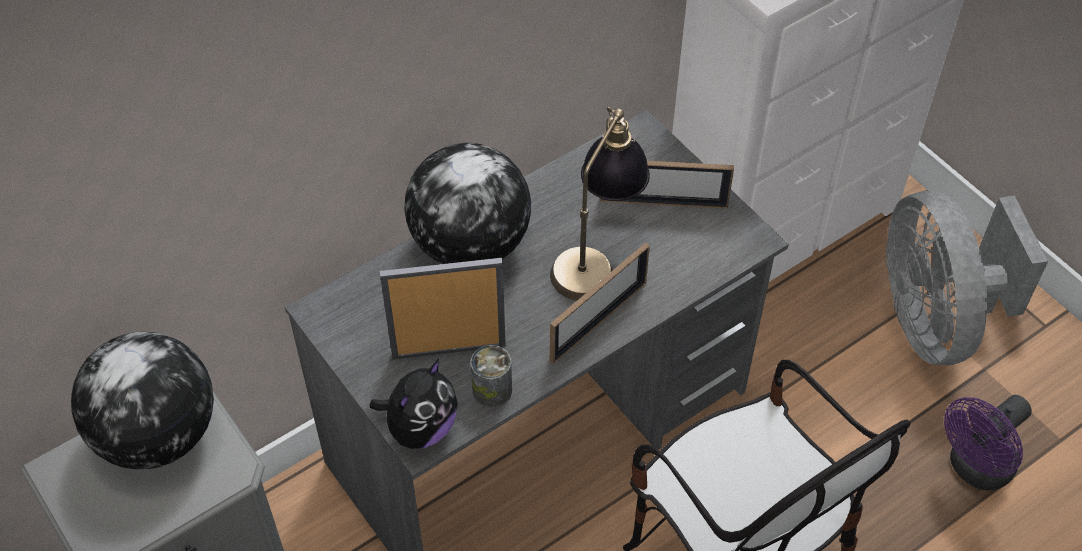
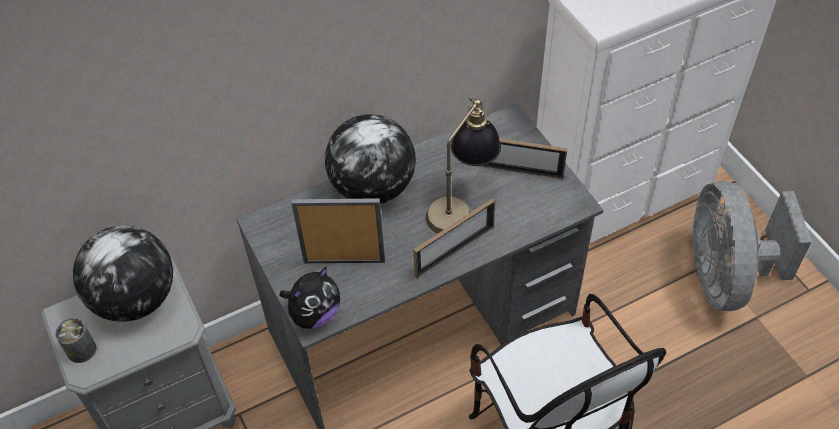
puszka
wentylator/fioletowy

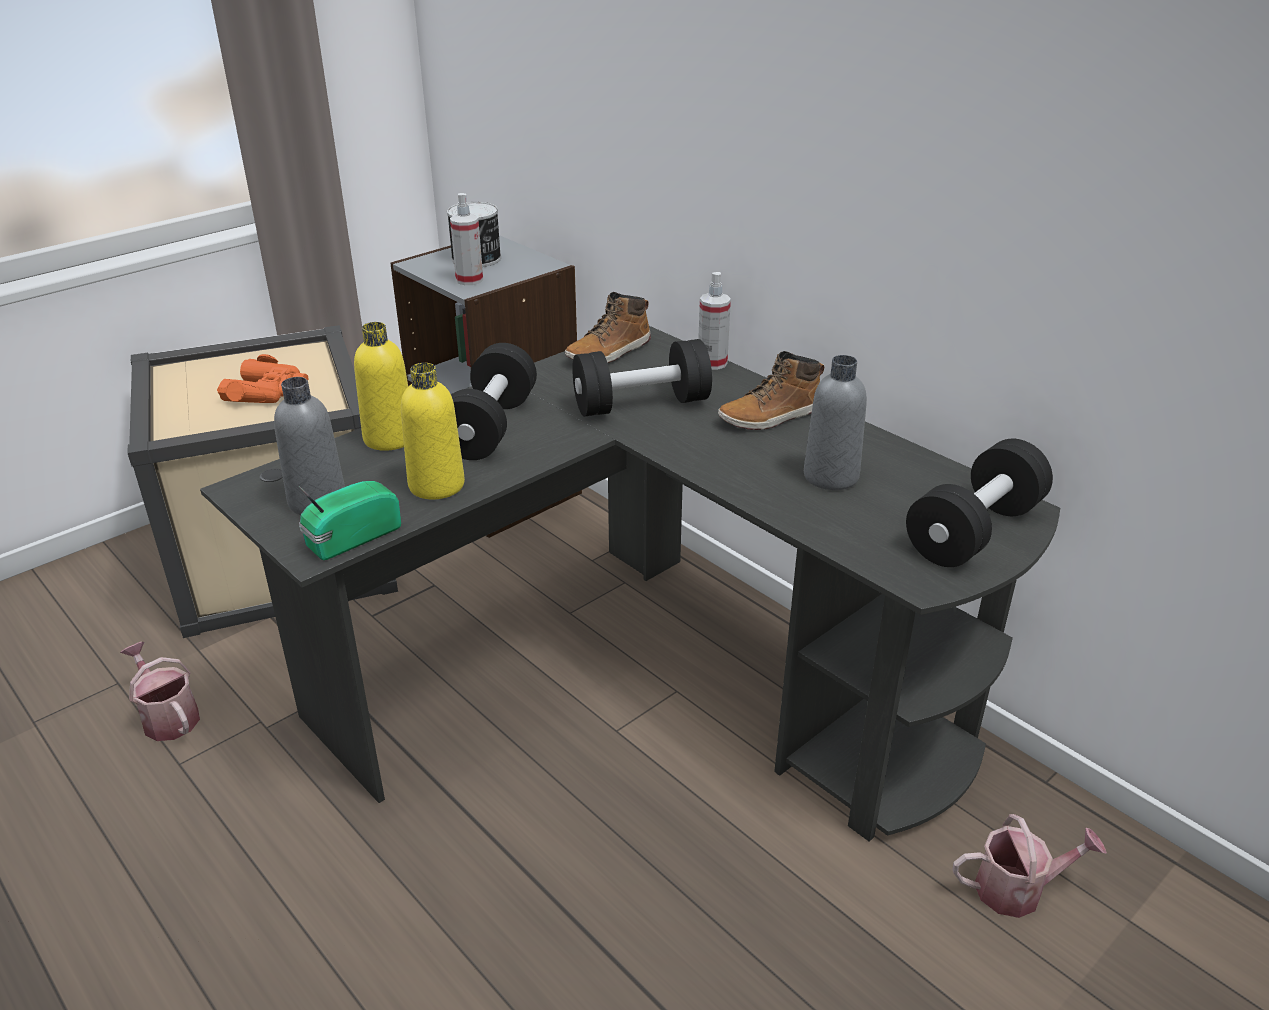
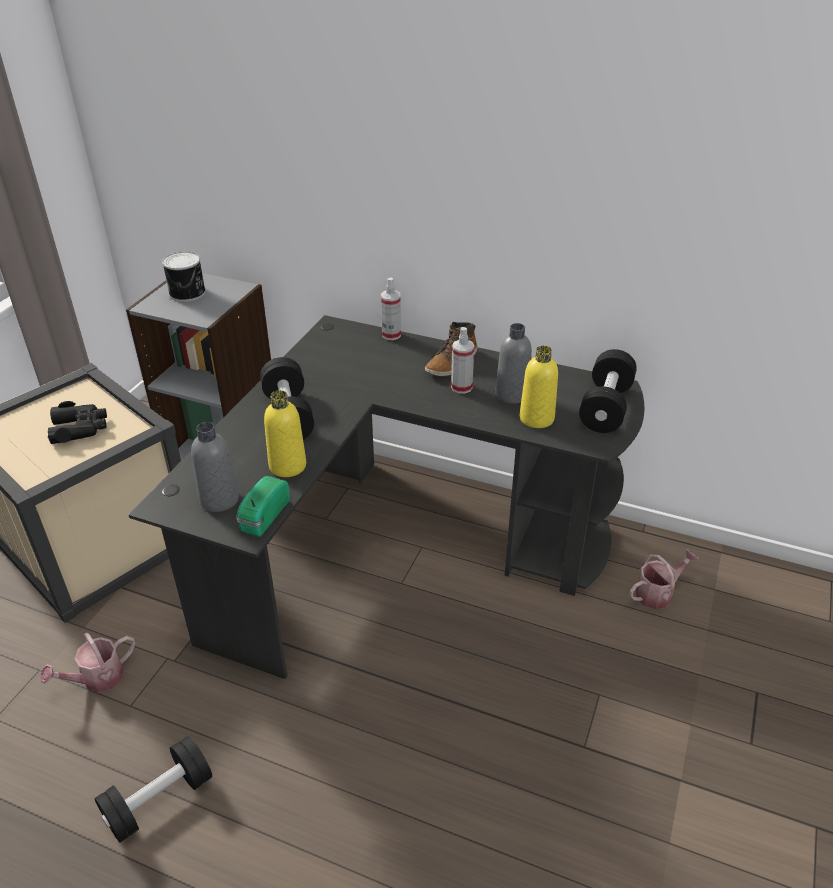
konewka (1st from left)
lornetka/czarny
hantel/czarny (1st from left)
spryskiwacz (2nd from left)
butelka/żółty (2nd from left)
but z cholewką (1st from left in the first image)

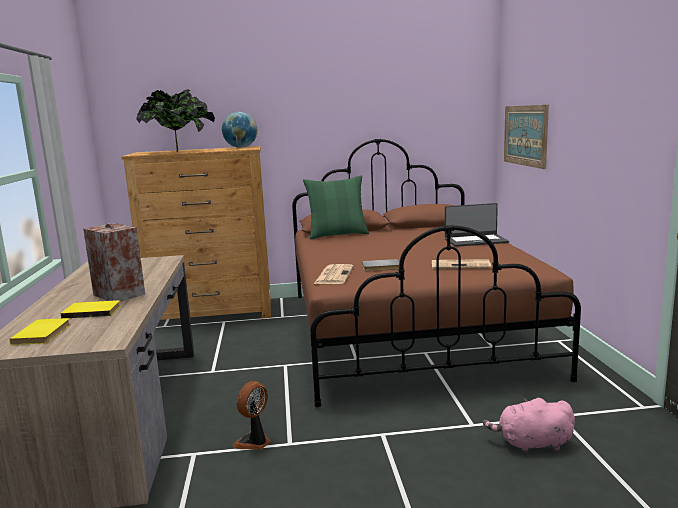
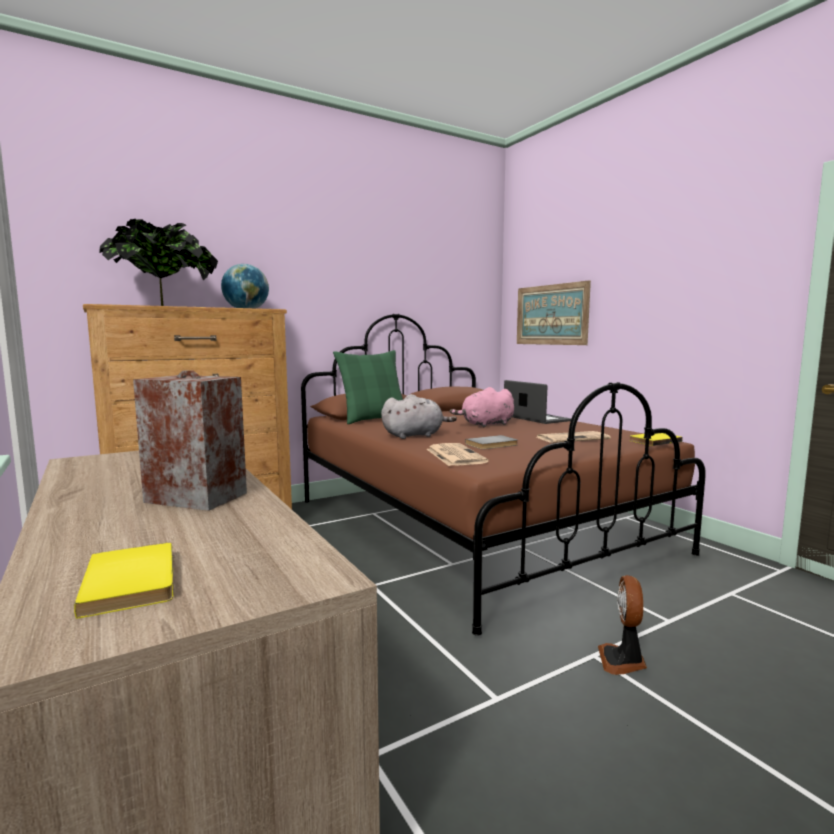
pluszak/szary
pluszak/różowy
laptop
wentylator
książka/żółty (2nd from left)

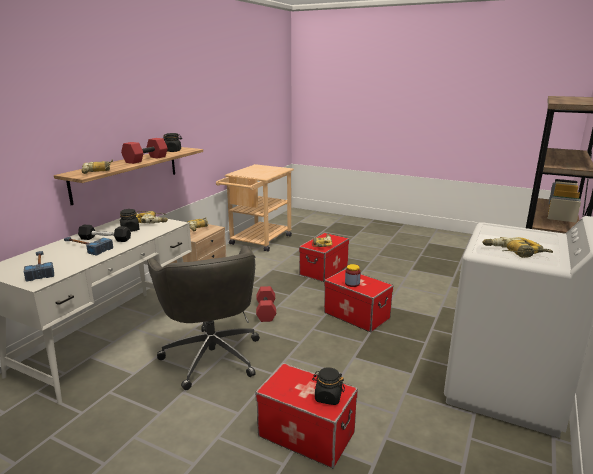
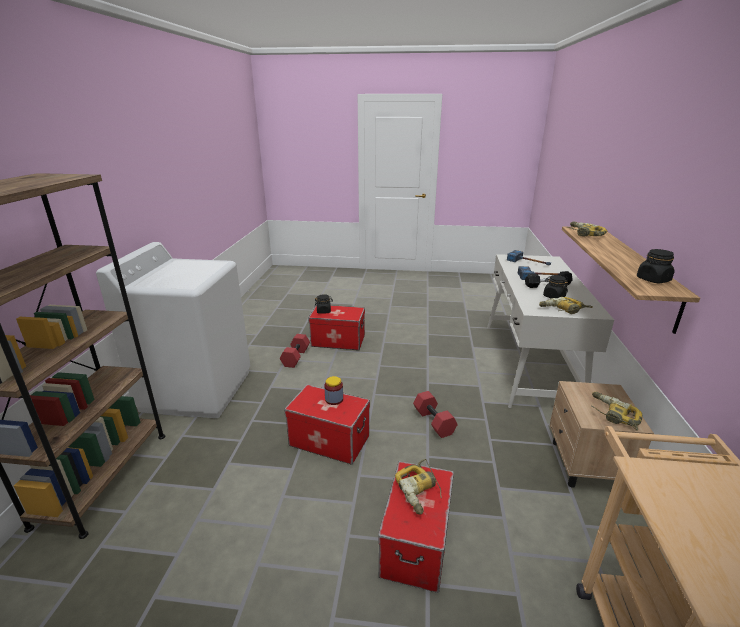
hantel/czerwony (1st from left)
krzesło biurowe/szary
wiertarka (5th from left in the first image)

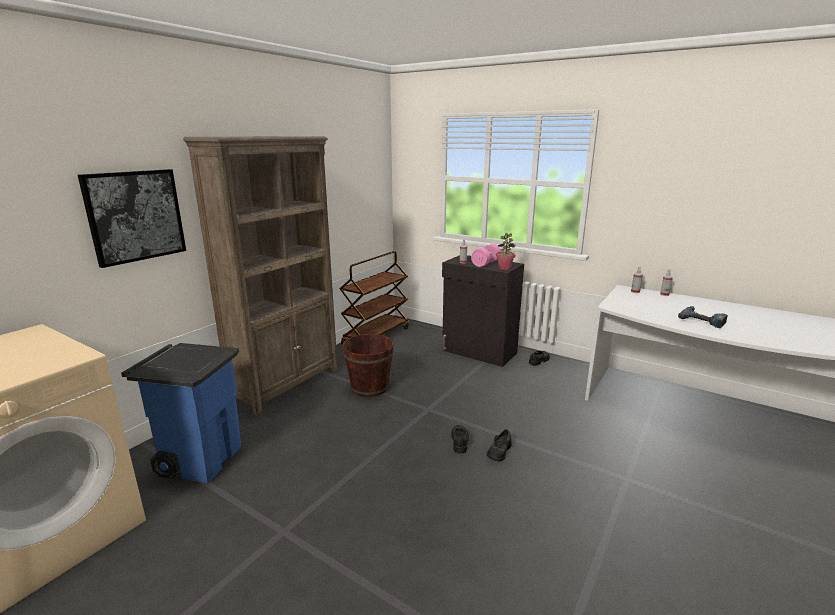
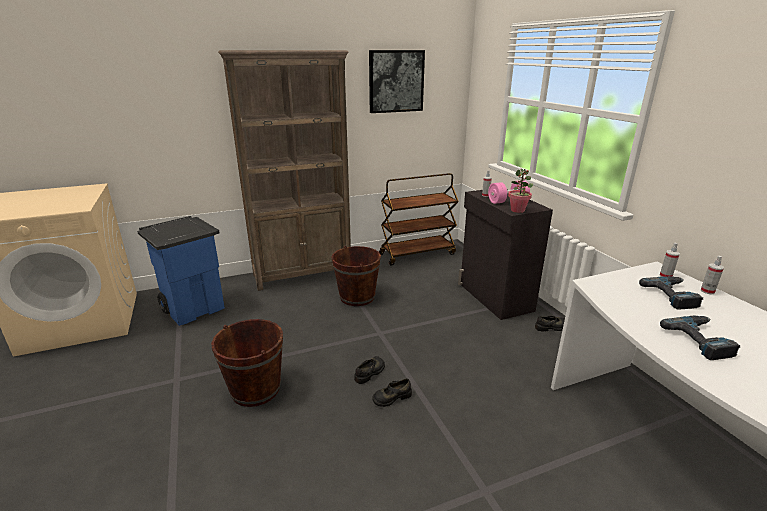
wiadro/brązowy (1st from left)
obraz
wiertarka (1st from left)

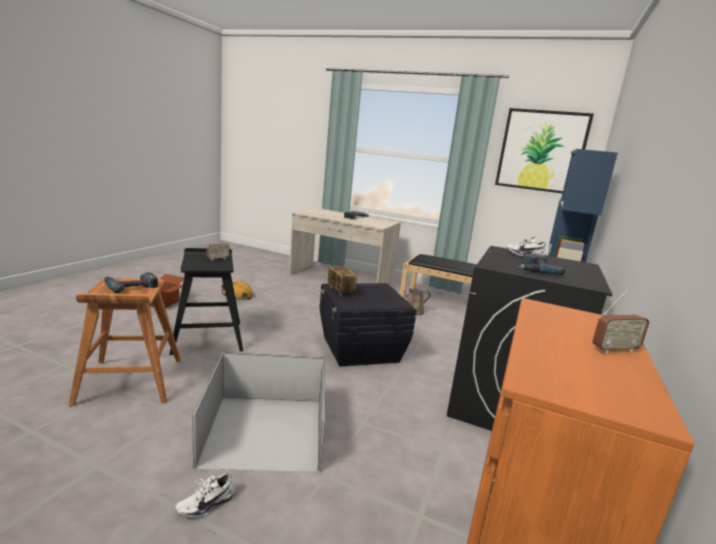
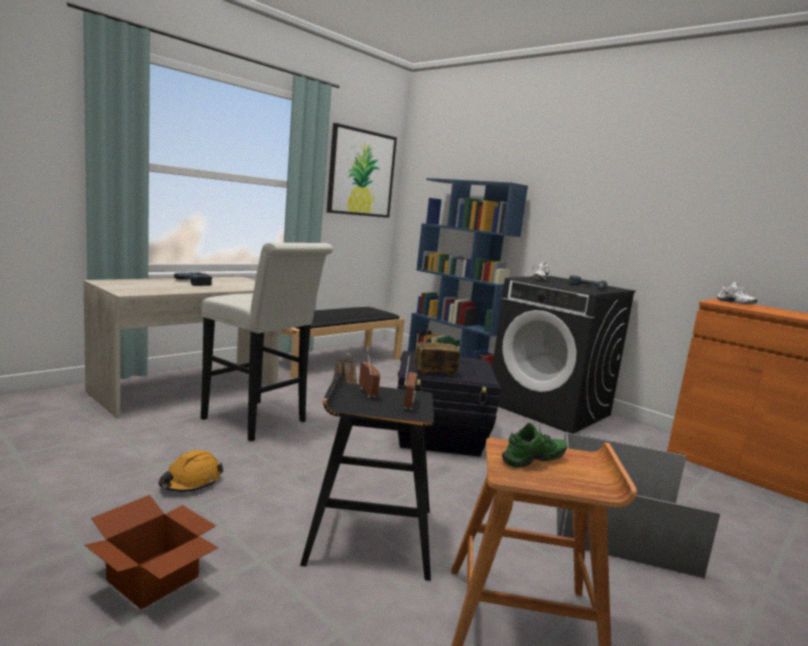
stołek/biały
radio (2nd from left)
but/zielony
but/biały (2nd from left)

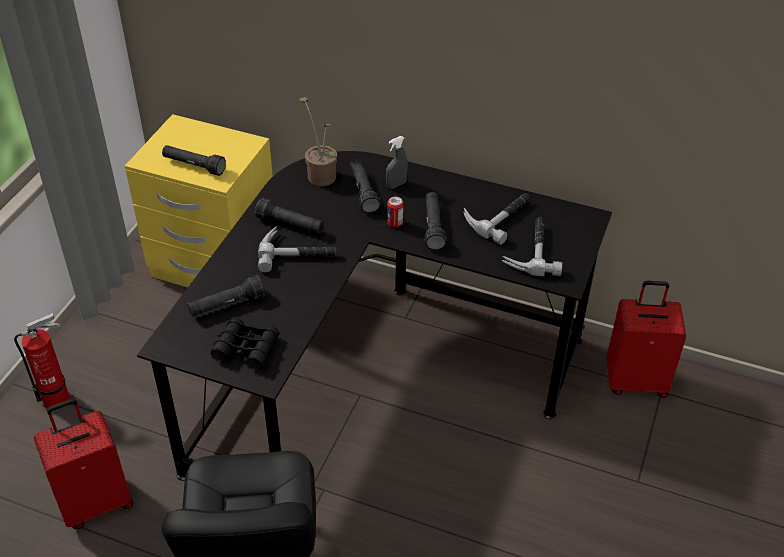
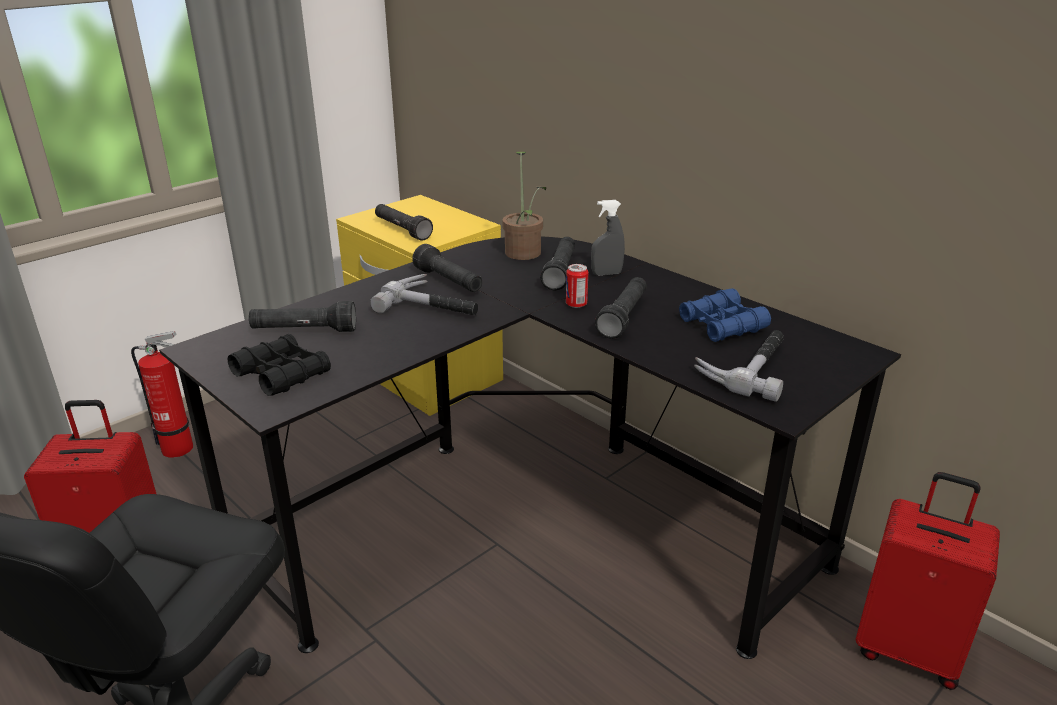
lornetka/niebieski

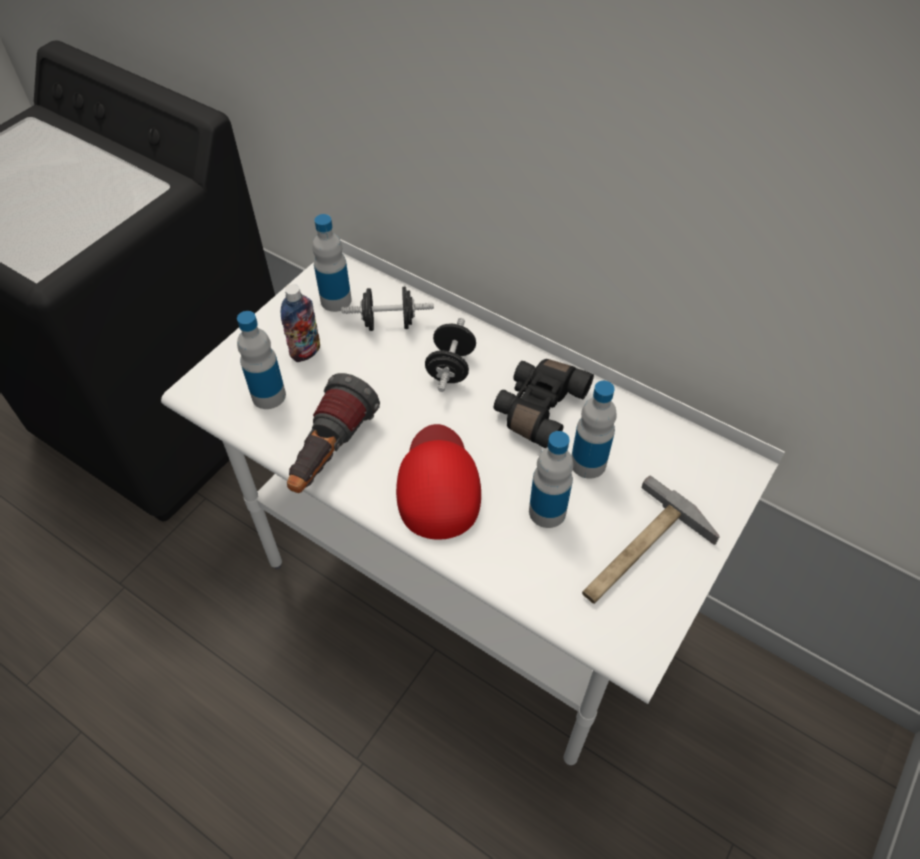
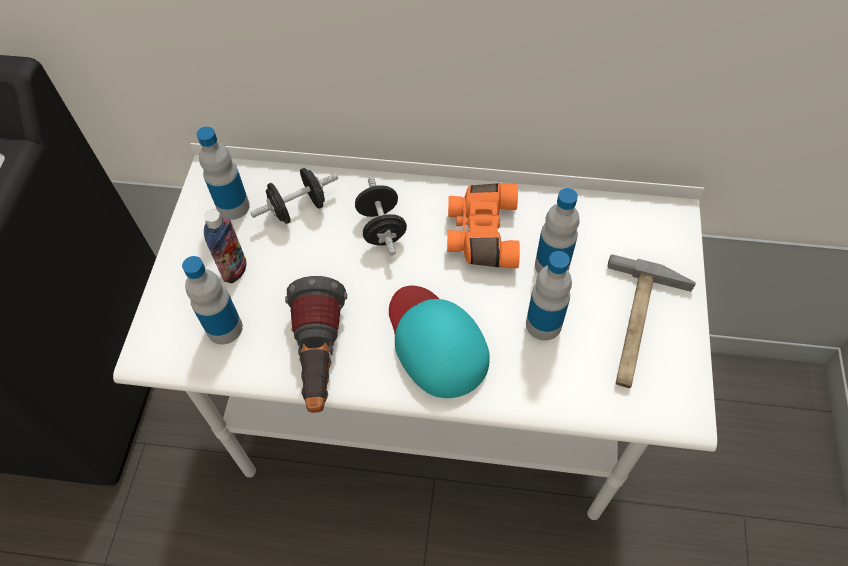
czapka z daszkiem/turkusowy
lornetka/pomarańczowy

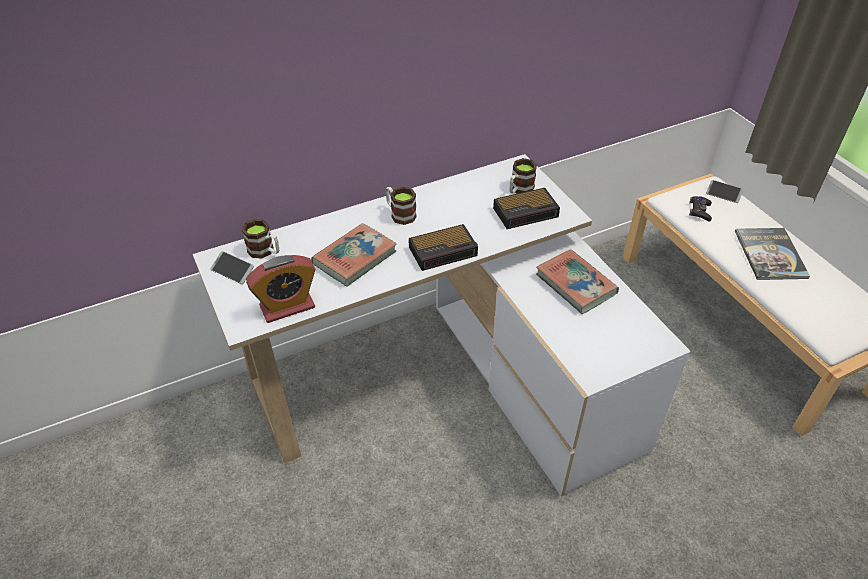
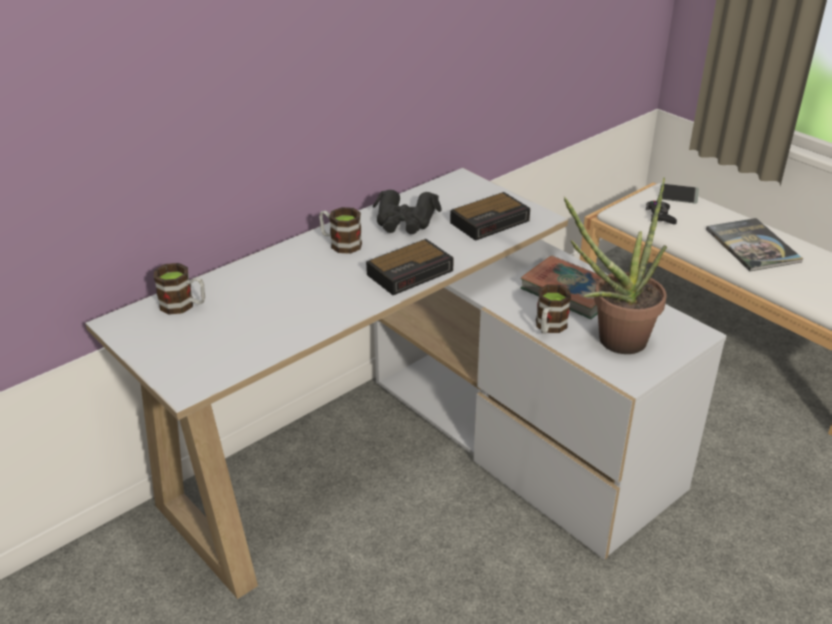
lornetka/czarny
kubek (3rd from left)
roślina doniczkowa
telefon (1st from left in the first image)
budzik (1st from left in the first image)
książka (1st from left in the first image)

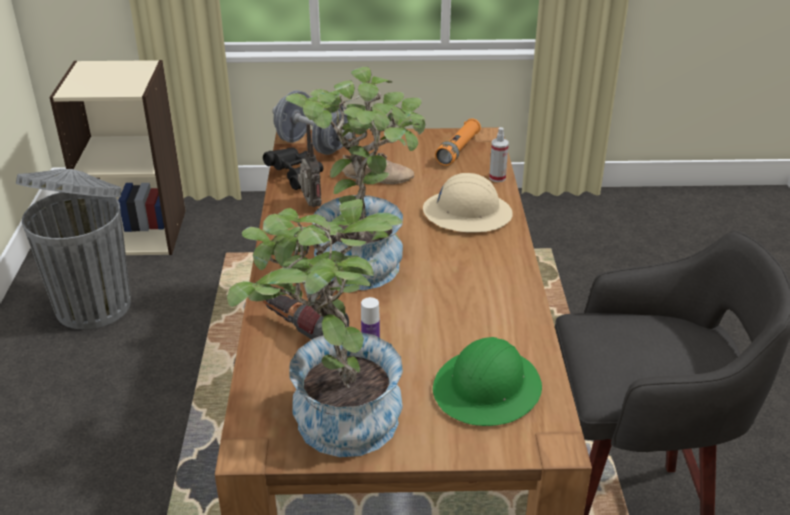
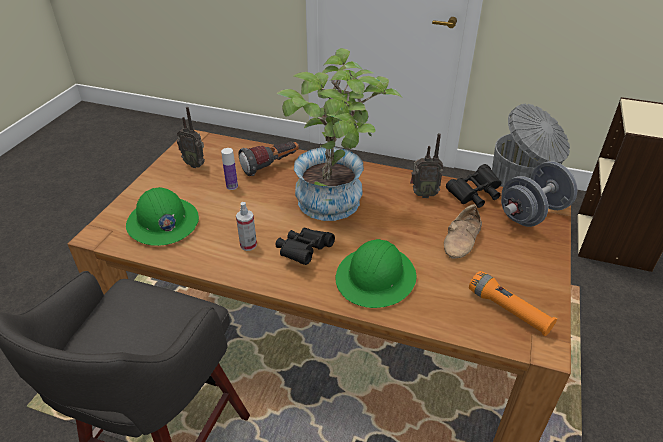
radio (1st from left)
spryskiwacz
lornetka/czarny (1st from left)
kask/zielony (2nd from left)

